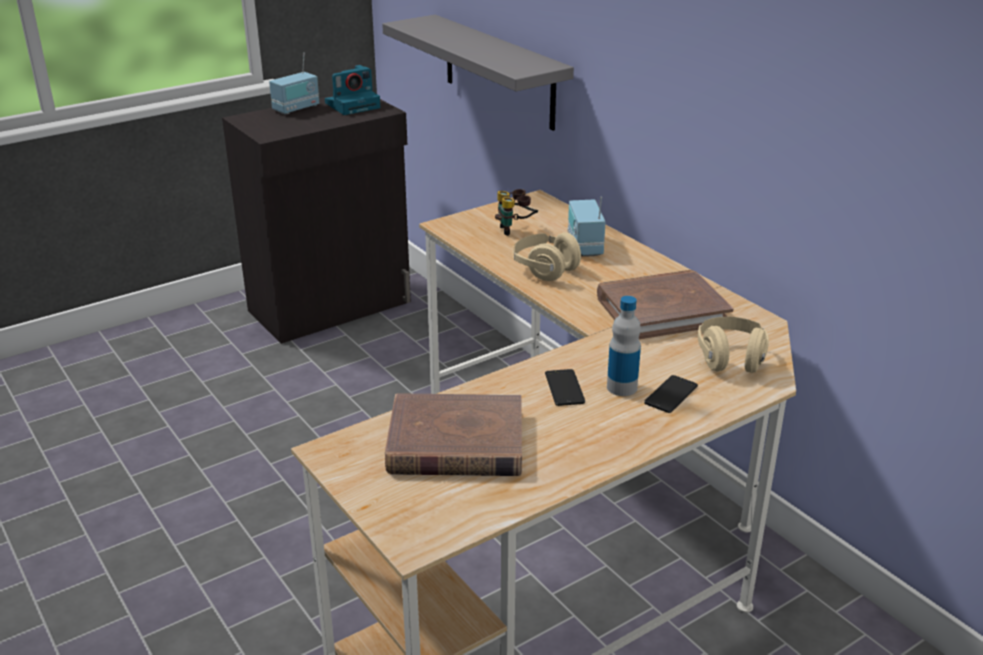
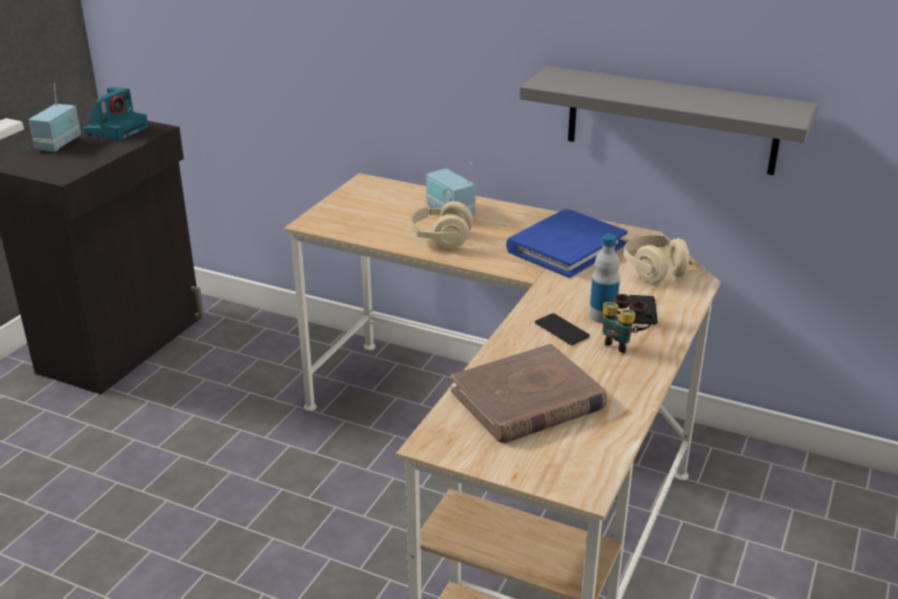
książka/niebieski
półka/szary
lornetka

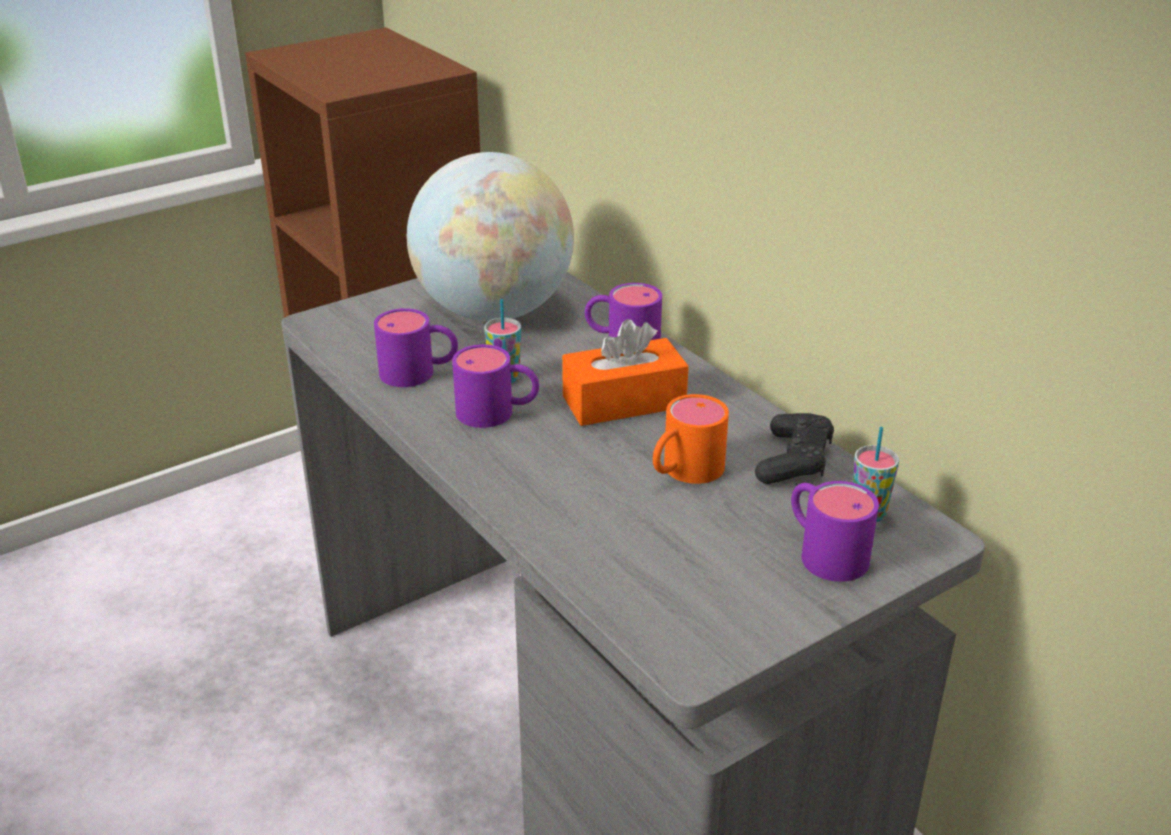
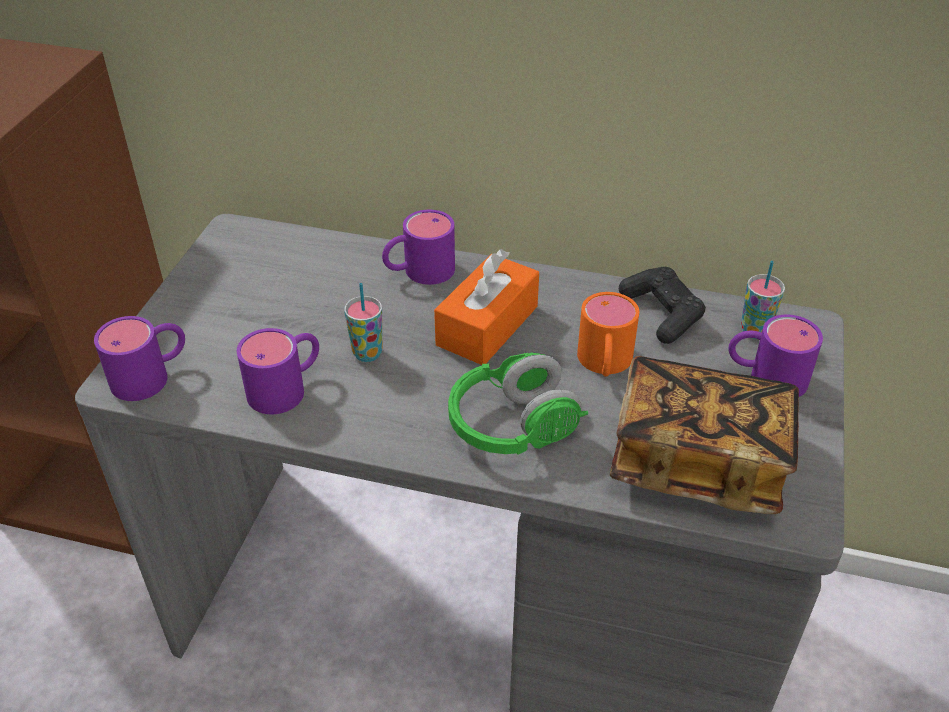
kubek/fioletowy (1st from left)
słuchawki/zielony
książka
globus

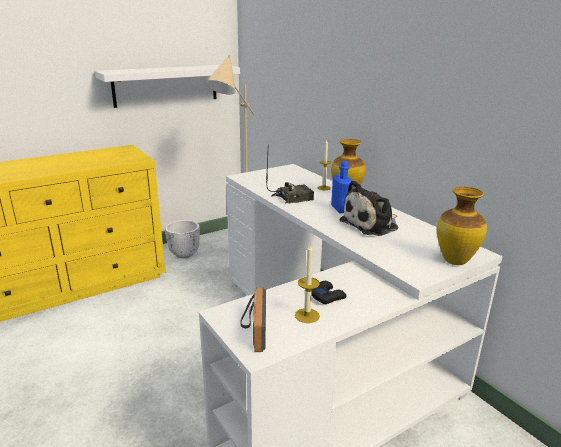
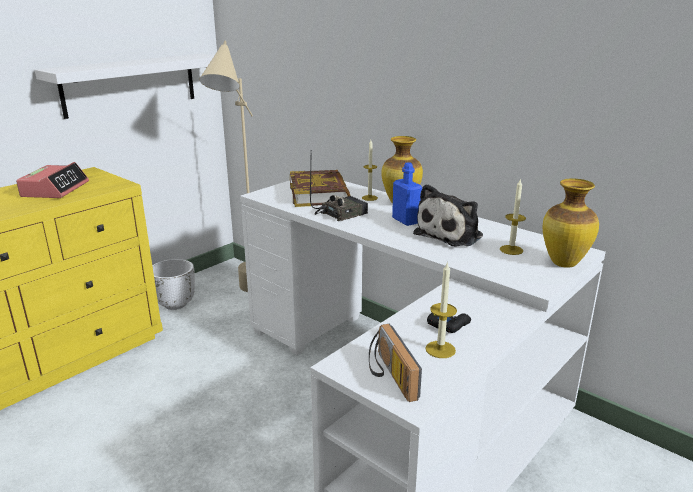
budzik
książka
świeca (3rd from left)

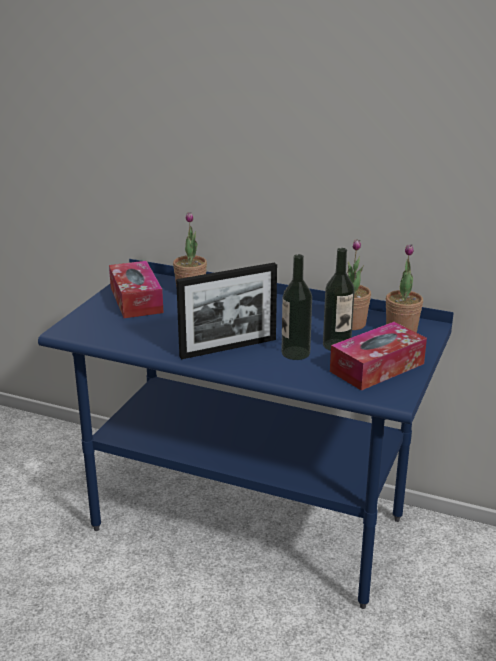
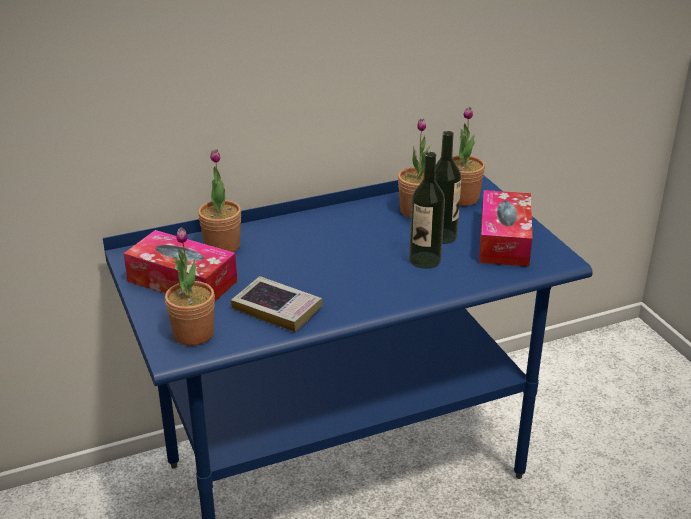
roślina doniczkowa (1st from left)
książka
ramka na zdjęcie

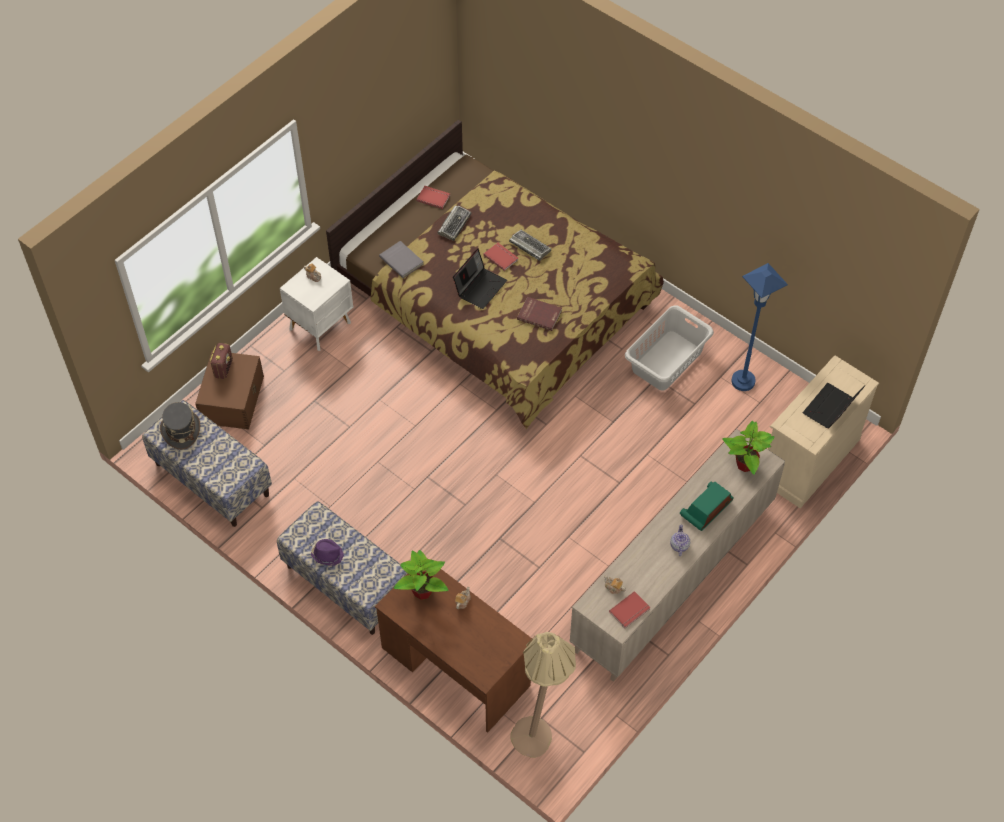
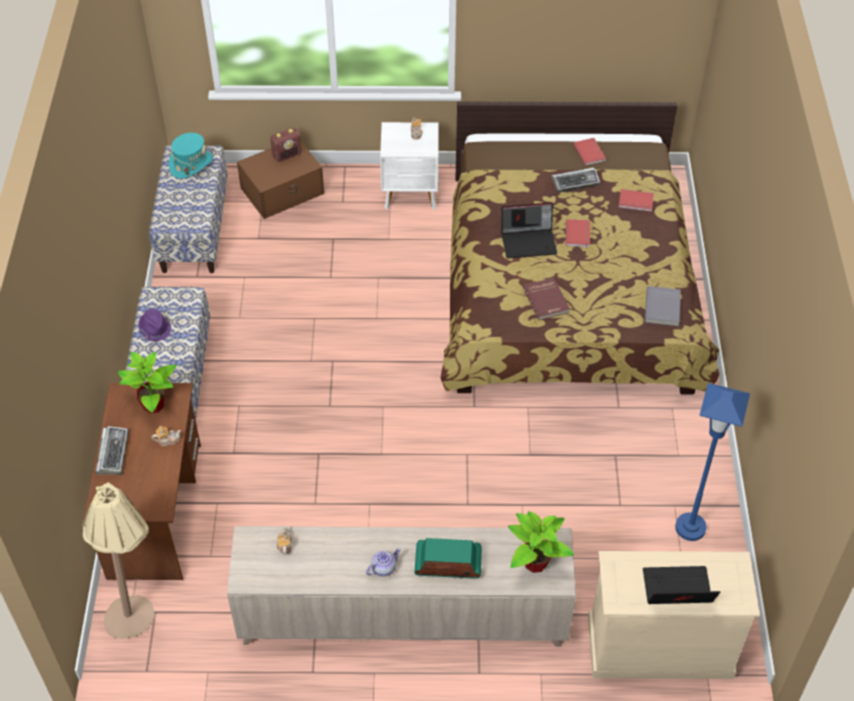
klawiatura (1st from left)
kapelusz/turkusowy
książka/czerwony (4th from left)
książka/szary
kosz na pranie/szary

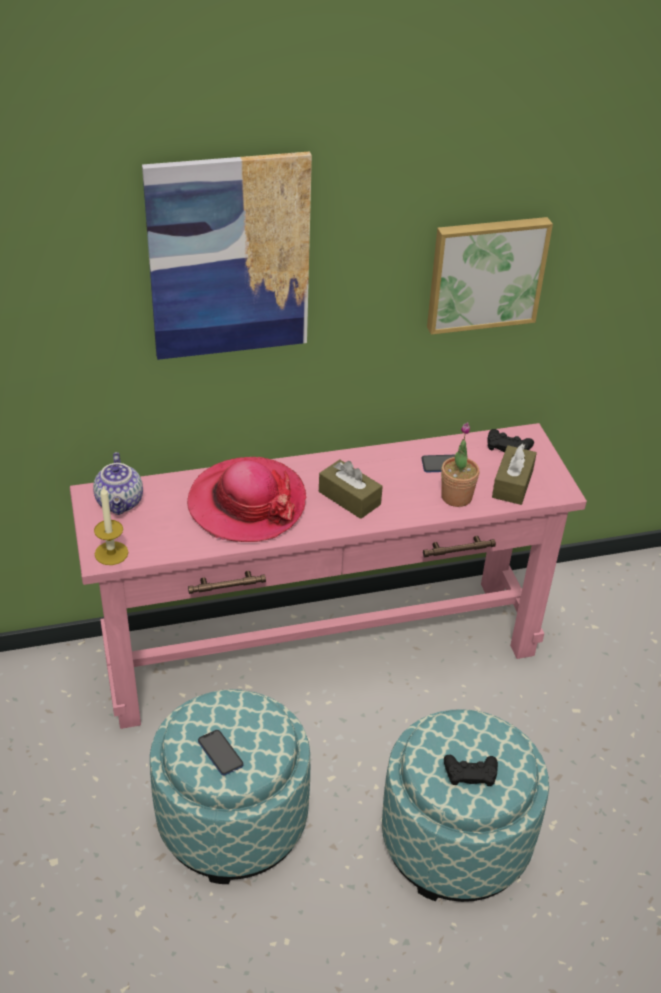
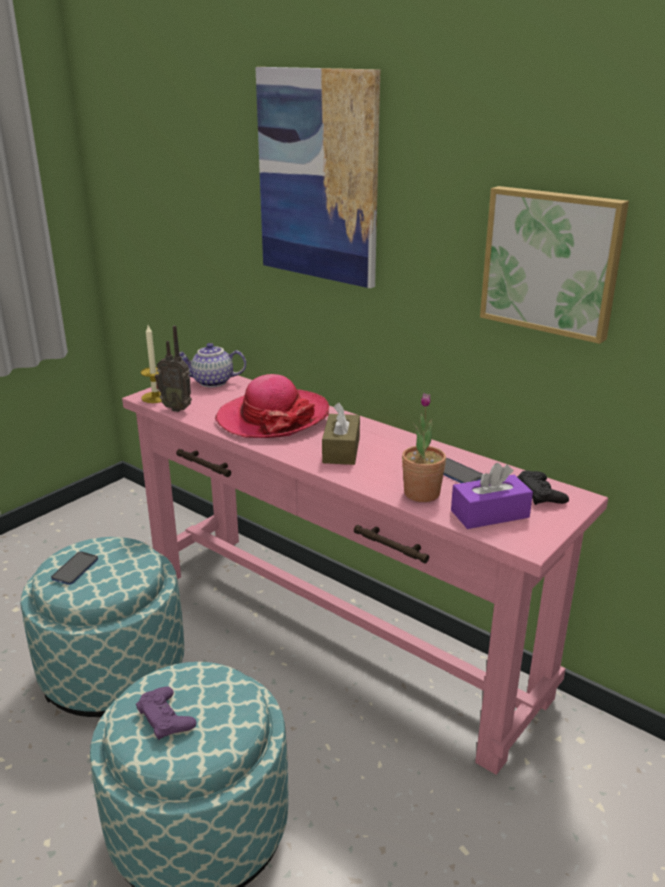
pad do gier/fioletowy
radio
imbryk
pudełko chusteczek/fioletowy

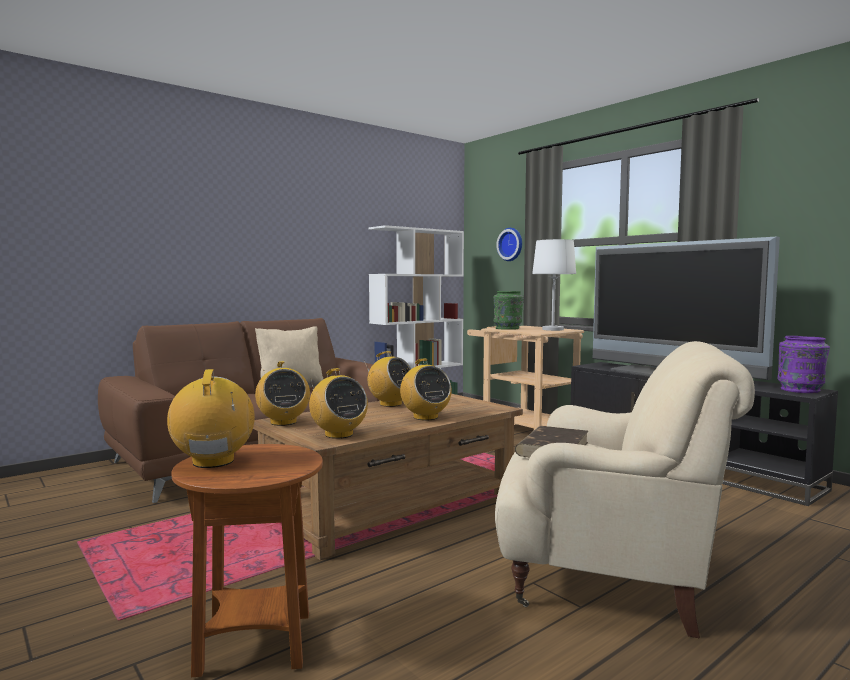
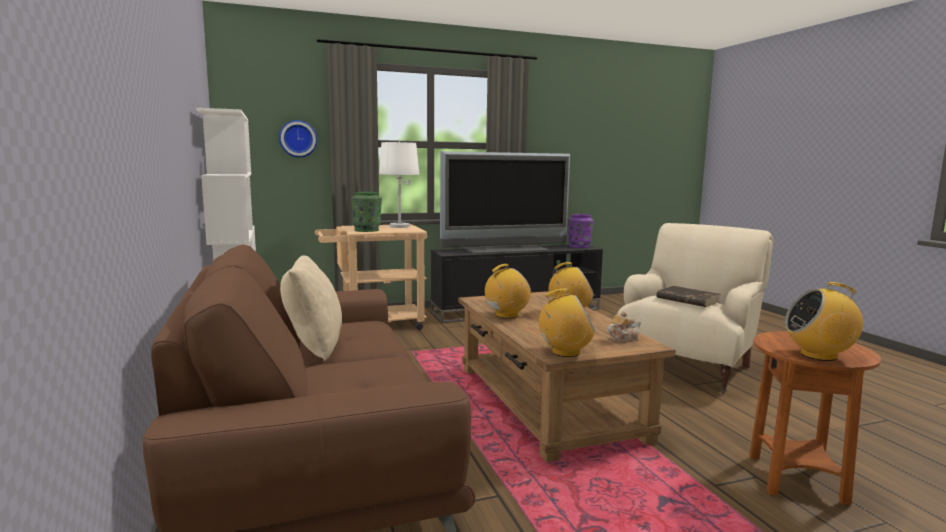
imbryk

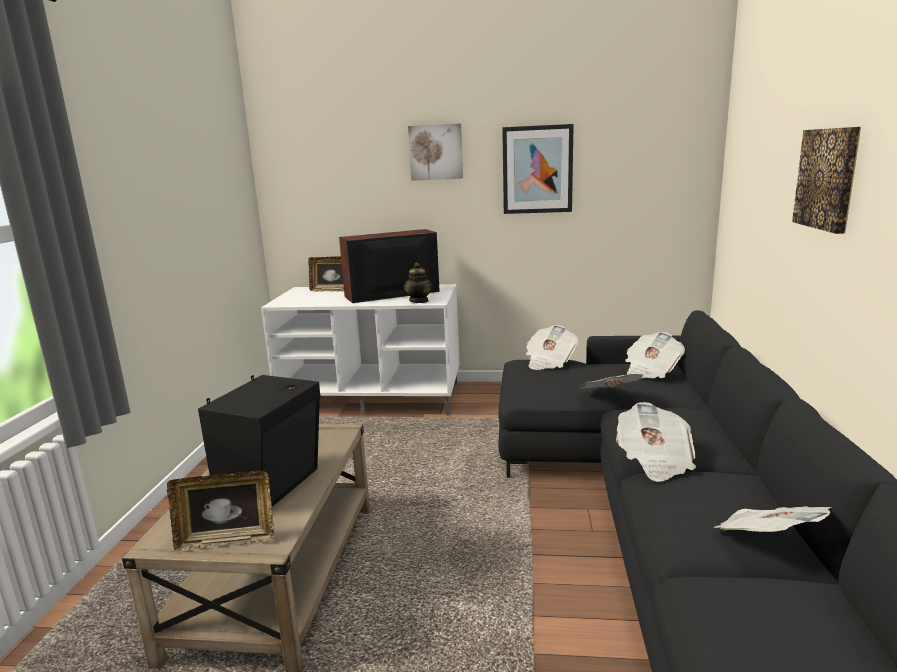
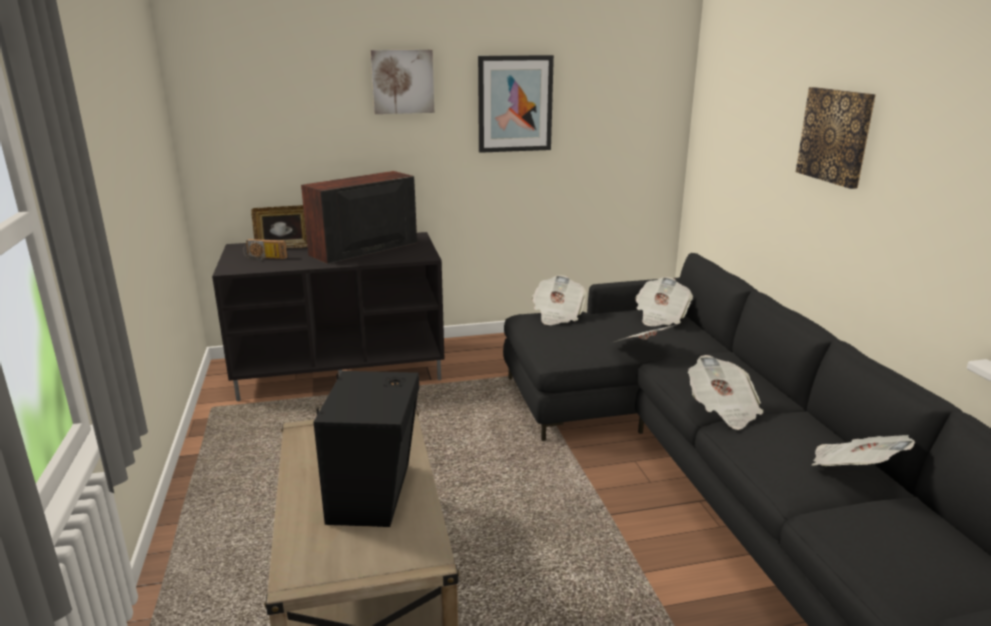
szafka pod telewizor/czarny
radio
ramka na zdjęcie (1st from left in the first image)
imbryk

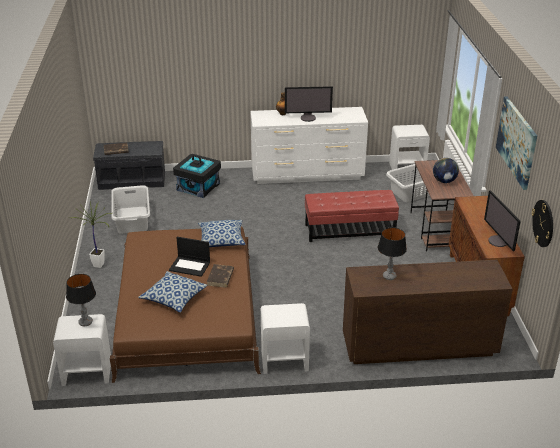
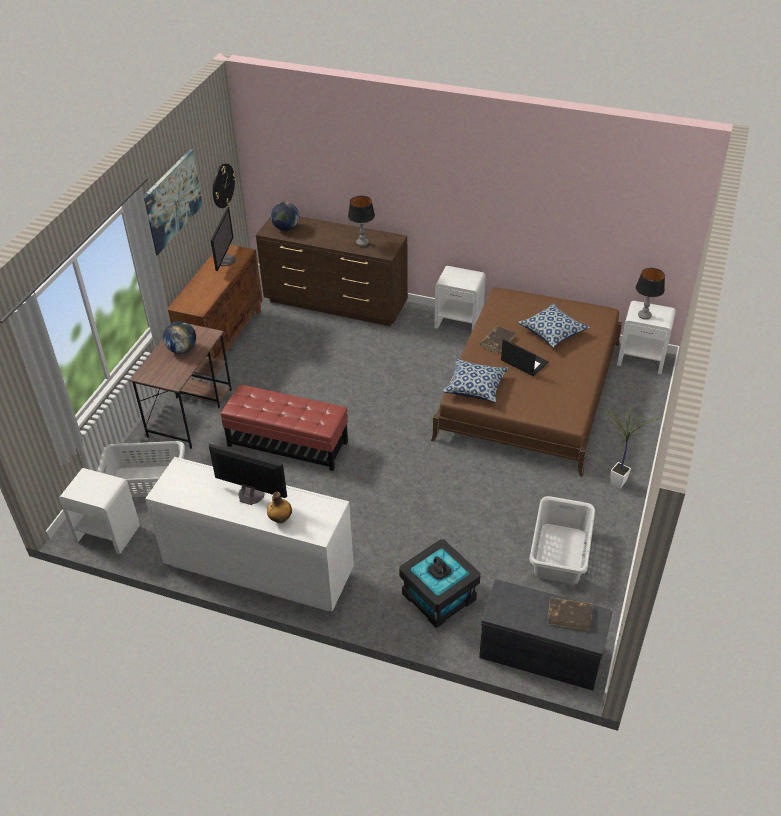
globus (2nd from left)

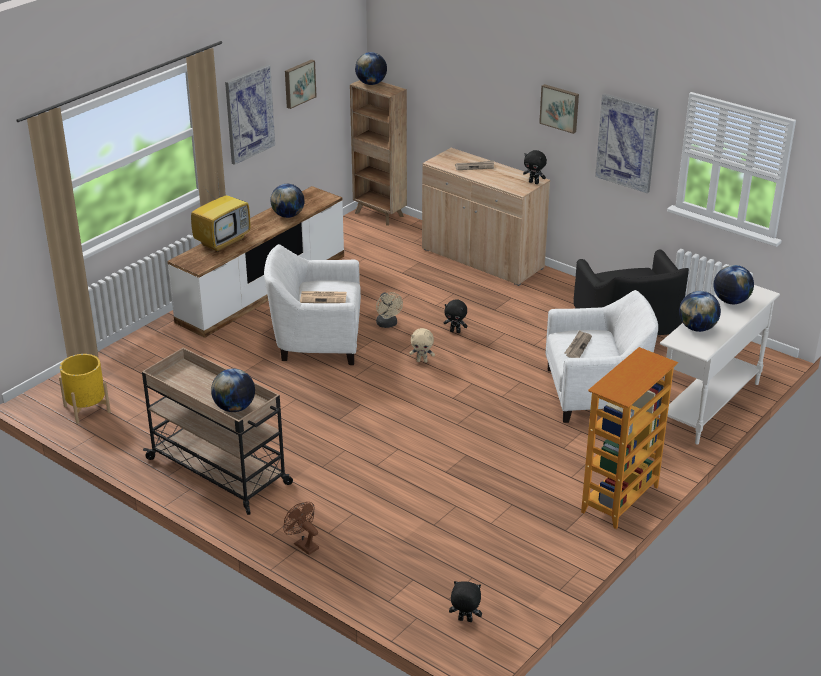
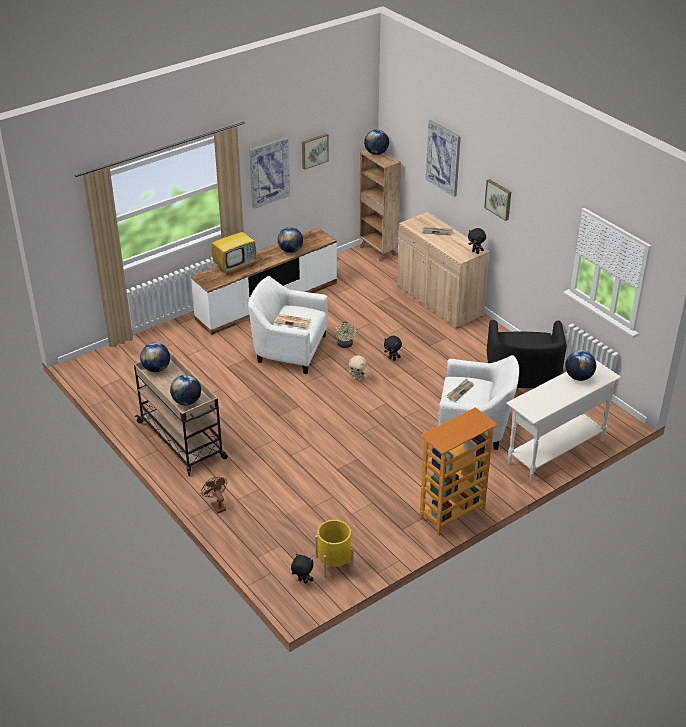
globus (1st from left)
donica/żółty
obraz (3rd from left)

